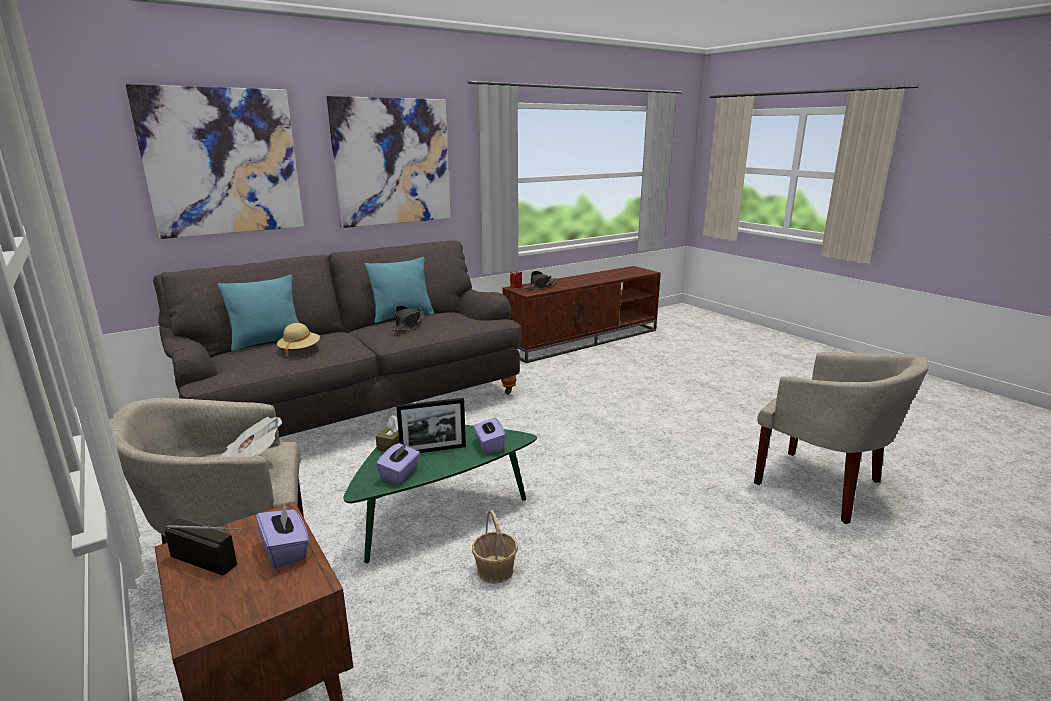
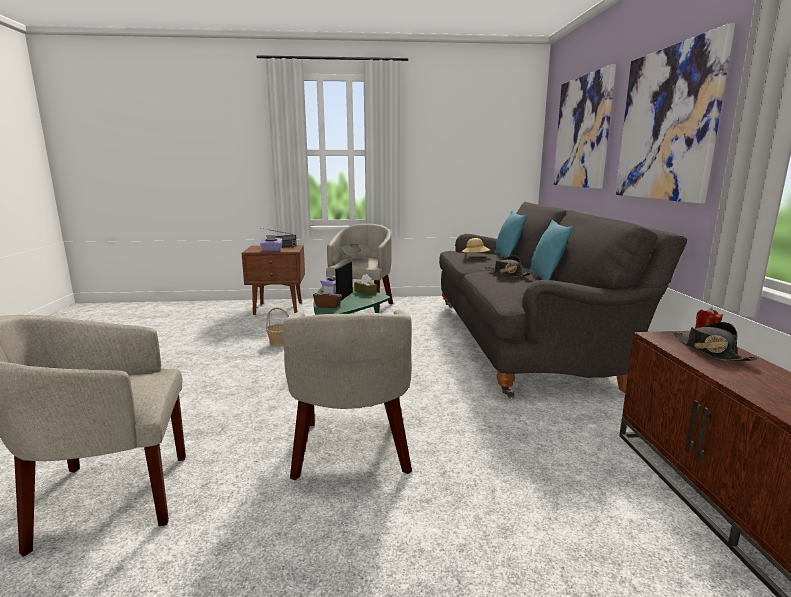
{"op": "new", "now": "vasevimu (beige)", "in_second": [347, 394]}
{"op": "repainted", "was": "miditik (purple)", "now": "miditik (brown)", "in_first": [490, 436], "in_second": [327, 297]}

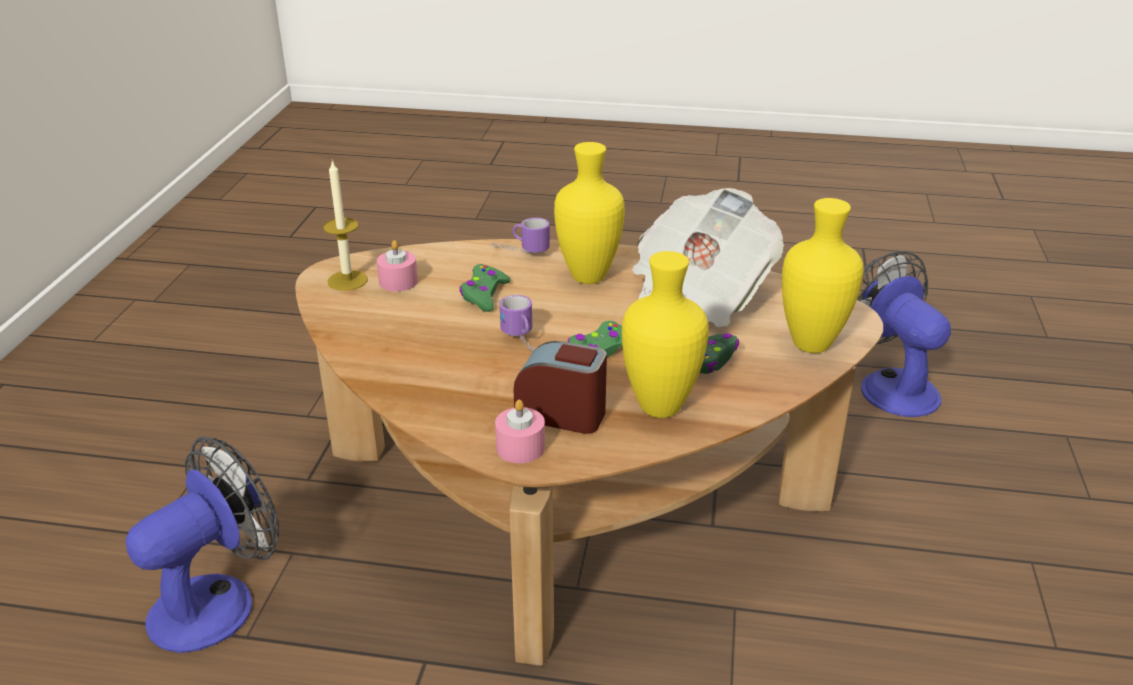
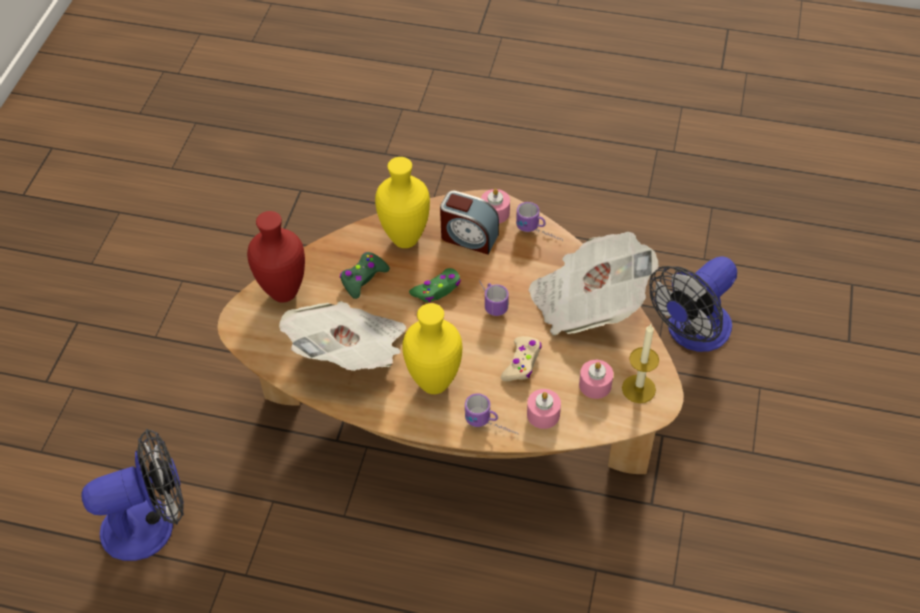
{"op": "new", "now": "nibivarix", "in_second": [539, 221]}
{"op": "new", "now": "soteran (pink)", "in_second": [544, 409]}
{"op": "new", "now": "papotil", "in_second": [593, 283]}
{"op": "repainted", "was": "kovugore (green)", "now": "kovugore (beige)", "in_first": [485, 288], "in_second": [521, 358]}
{"op": "repainted", "was": "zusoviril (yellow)", "now": "zusoviril (red)", "in_first": [823, 275], "in_second": [276, 256]}
{"op": "rotated", "was": "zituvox", "in_first": [904, 334], "in_second": [133, 494], "clockwise": -90}

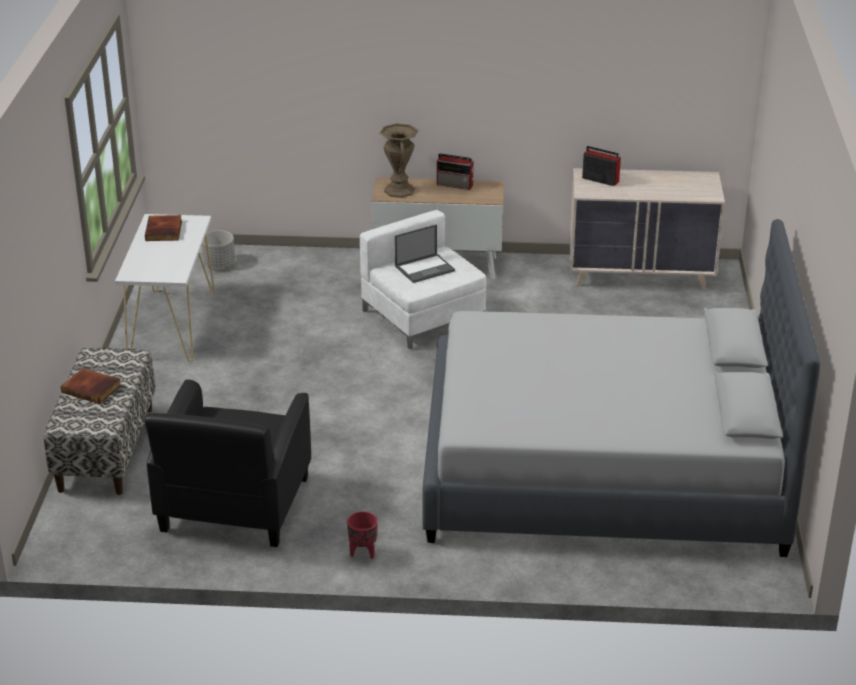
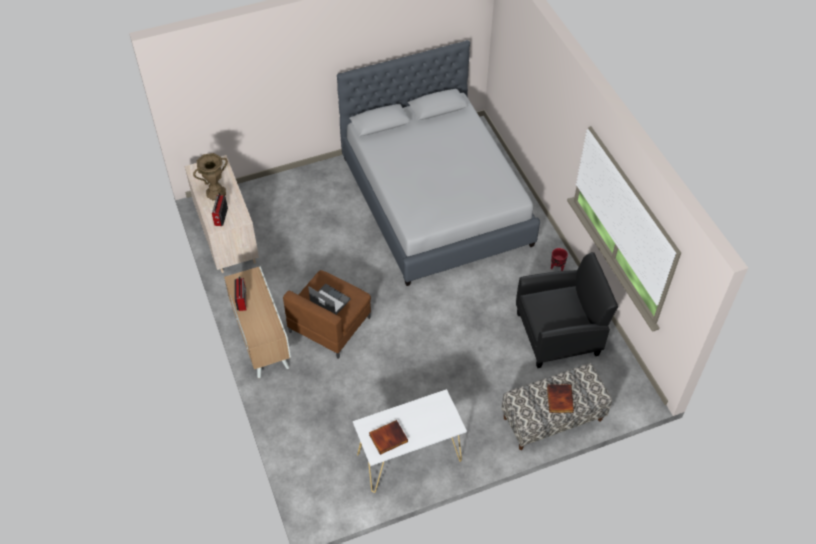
{"op": "gone", "was": "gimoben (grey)", "in_first": [218, 249]}
{"op": "shifted", "was": "zusoviril (brown)", "in_first": [399, 160], "in_second": [210, 176]}
{"op": "repainted", "was": "vasevimu (white)", "now": "vasevimu (brown)", "in_first": [423, 280], "in_second": [327, 314]}

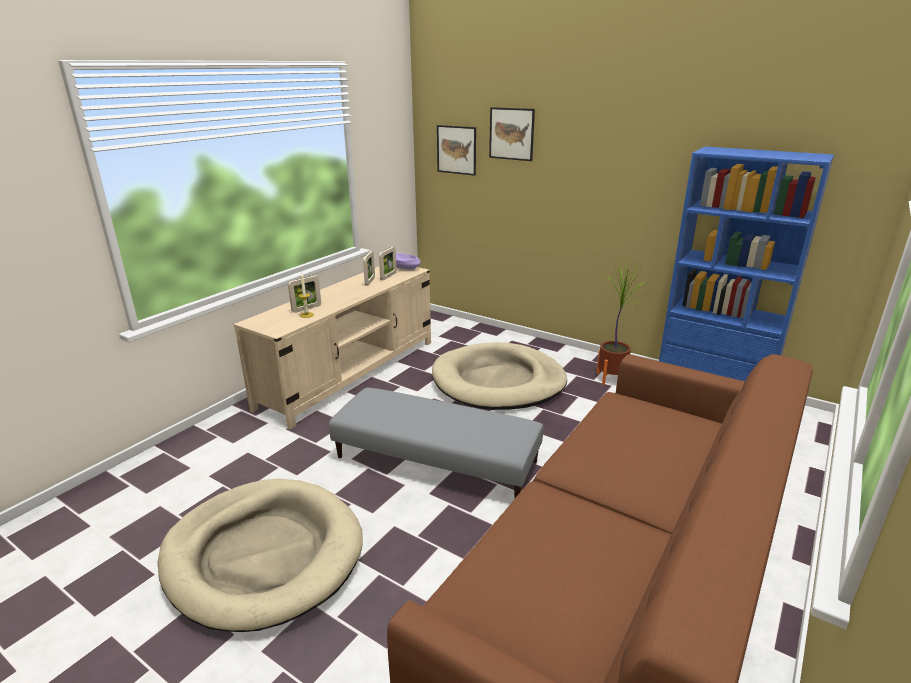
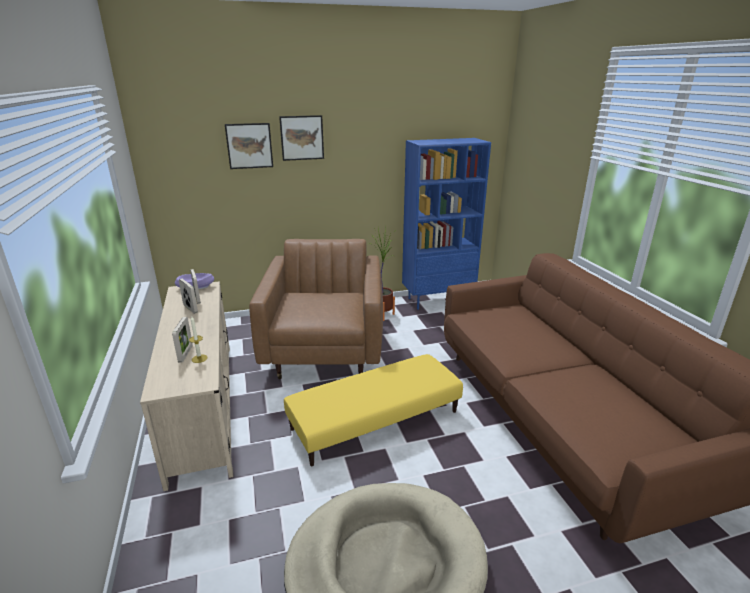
{"op": "shifted", "was": "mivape", "in_first": [456, 150], "in_second": [301, 138]}
{"op": "swapped", "was": "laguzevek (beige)", "now": "vasevimu (brown)", "in_first": [499, 376], "in_second": [316, 309]}
{"op": "repainted", "was": "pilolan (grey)", "now": "pilolan (yellow)", "in_first": [436, 443], "in_second": [373, 410]}

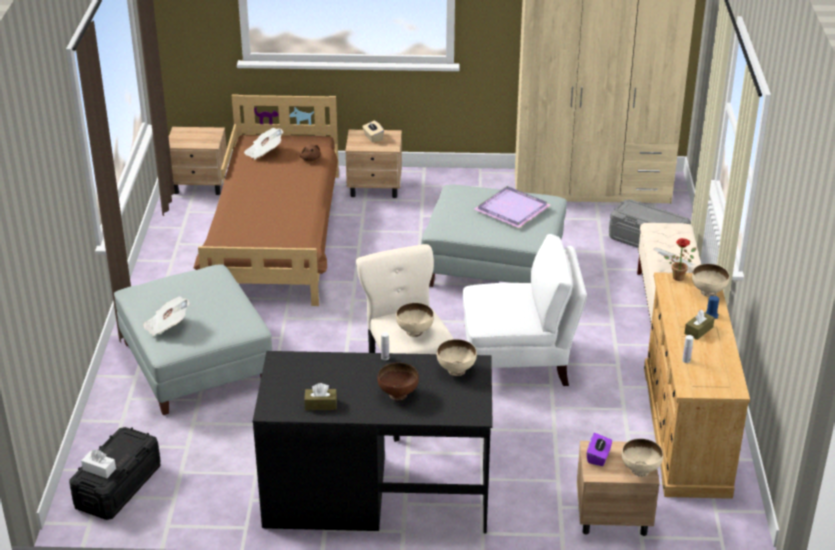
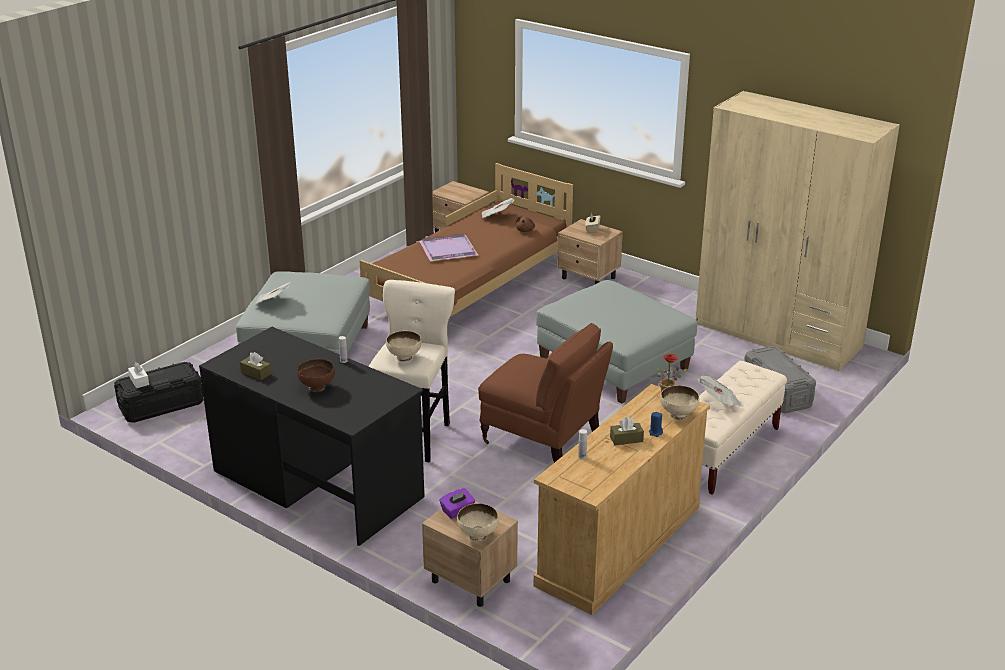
{"op": "gone", "was": "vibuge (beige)", "in_first": [457, 357]}
{"op": "shifted", "was": "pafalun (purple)", "in_first": [512, 207], "in_second": [448, 248]}
{"op": "repainted", "was": "vasevimu (white)", "now": "vasevimu (brown)", "in_first": [525, 310], "in_second": [545, 393]}

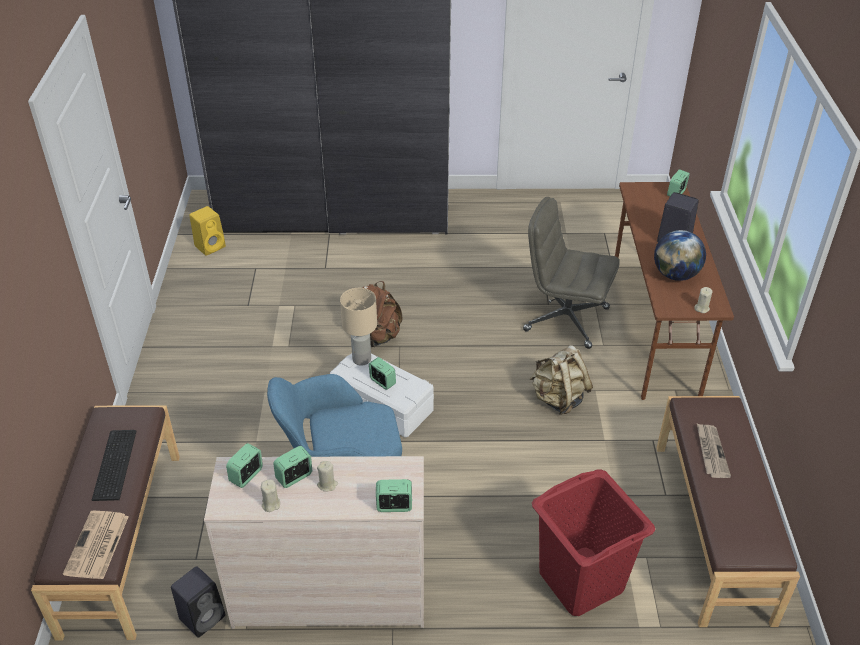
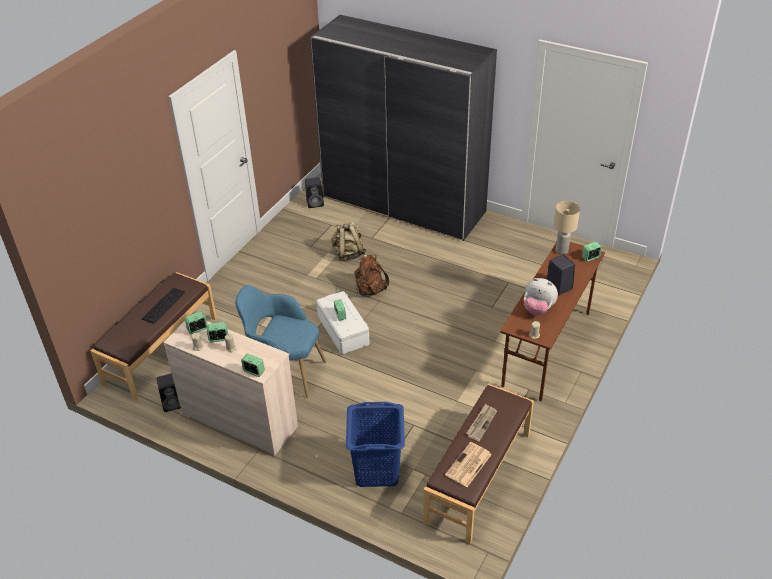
{"op": "gone", "was": "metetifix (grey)", "in_first": [571, 273]}
{"op": "shifted", "was": "papotil", "in_first": [96, 545], "in_second": [468, 464]}
{"op": "shifted", "was": "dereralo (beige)", "in_first": [358, 327], "in_second": [567, 228]}
{"op": "shifted", "was": "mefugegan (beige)", "in_first": [561, 380], "in_second": [348, 241]}
{"op": "swapped", "was": "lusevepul", "now": "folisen", "in_first": [680, 255], "in_second": [541, 296]}
{"op": "repainted", "was": "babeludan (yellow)", "now": "babeludan (black)", "in_first": [207, 231], "in_second": [314, 192]}
{"op": "repainted", "was": "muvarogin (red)", "now": "muvarogin (blue)", "in_first": [593, 542], "in_second": [375, 444]}

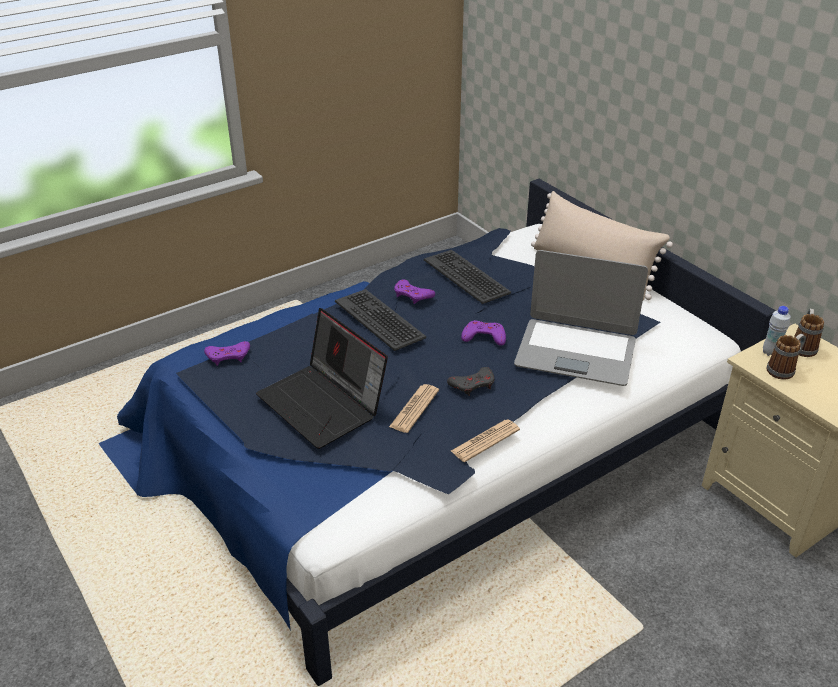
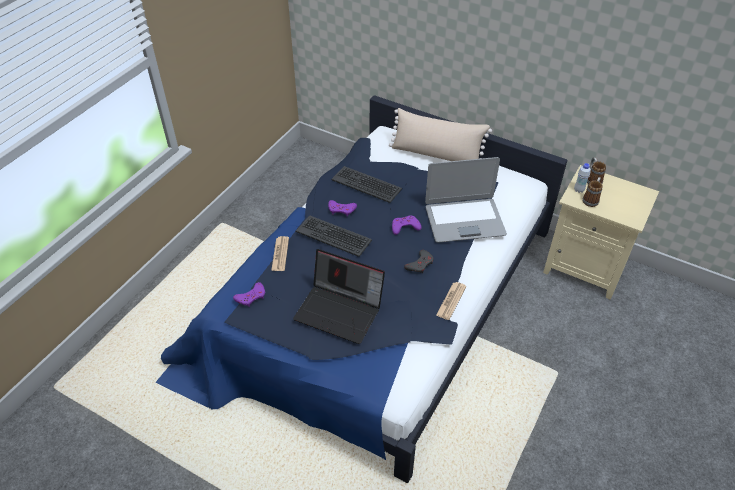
{"op": "shifted", "was": "papotil", "in_first": [414, 408], "in_second": [280, 253]}

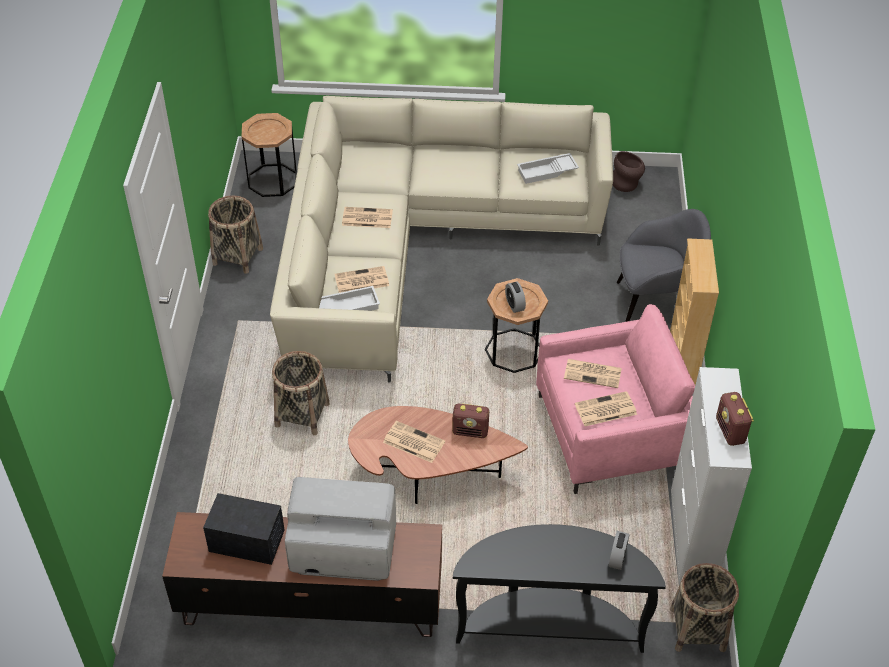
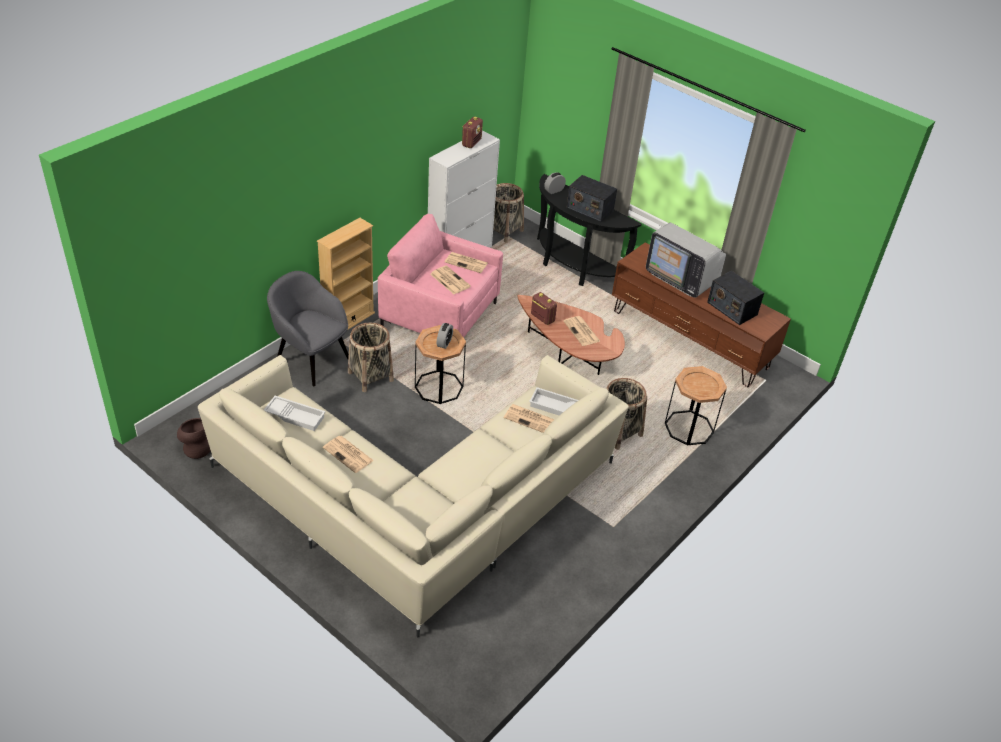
{"op": "new", "now": "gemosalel", "in_second": [591, 199]}
{"op": "shifted", "was": "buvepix", "in_first": [235, 235], "in_second": [371, 357]}
{"op": "shifted", "was": "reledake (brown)", "in_first": [269, 155], "in_second": [696, 405]}
{"op": "shifted", "was": "papotil", "in_first": [367, 217], "in_second": [348, 454]}

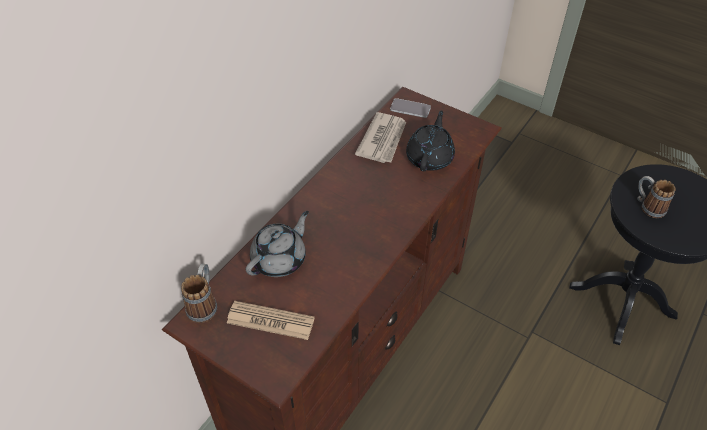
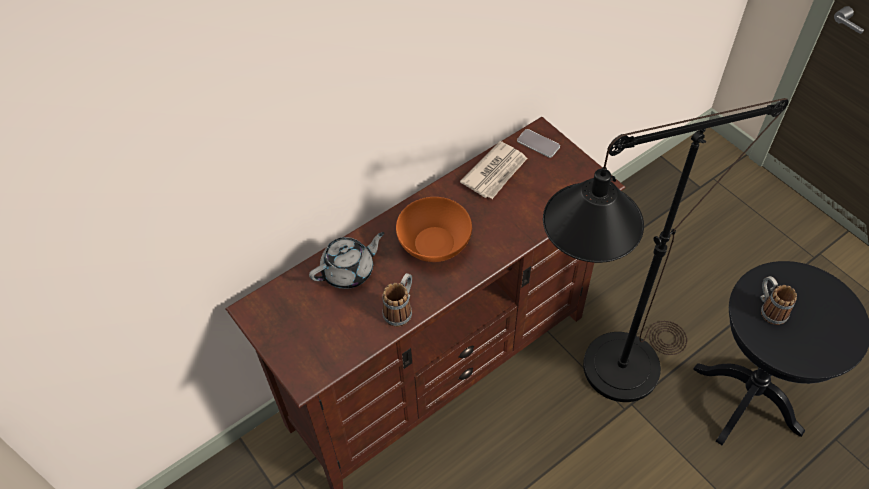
{"op": "gone", "was": "papotil", "in_first": [271, 320]}
{"op": "gone", "was": "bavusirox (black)", "in_first": [430, 140]}
{"op": "new", "now": "vibuge (orange)", "in_second": [434, 229]}
{"op": "new", "now": "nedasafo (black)", "in_second": [666, 250]}
{"op": "shifted", "was": "nibivarix", "in_first": [199, 293], "in_second": [397, 300]}

